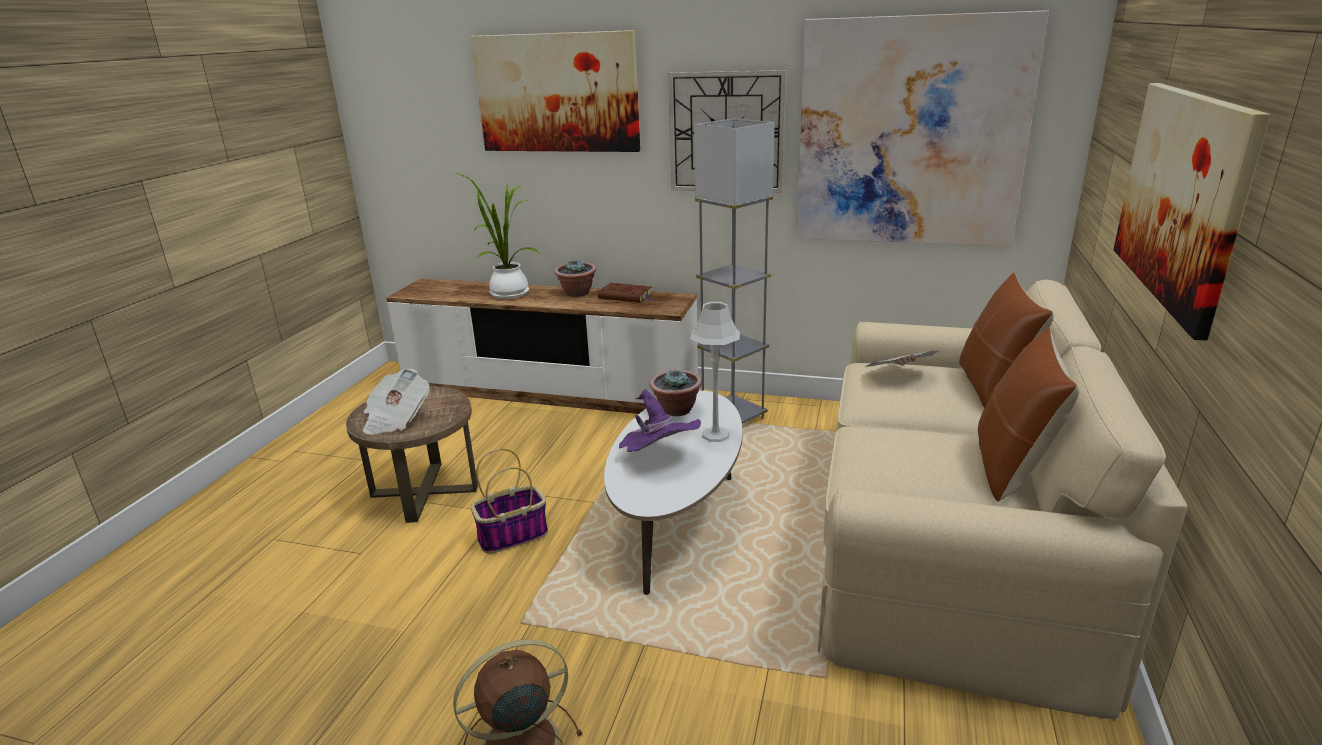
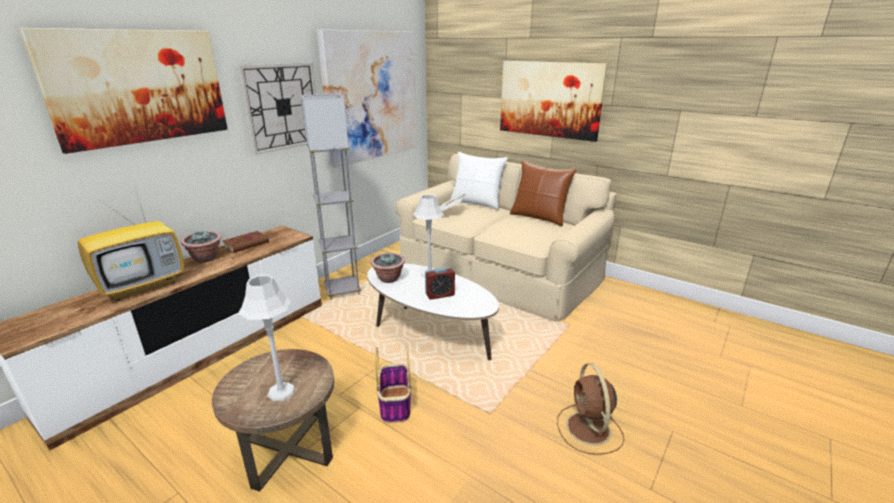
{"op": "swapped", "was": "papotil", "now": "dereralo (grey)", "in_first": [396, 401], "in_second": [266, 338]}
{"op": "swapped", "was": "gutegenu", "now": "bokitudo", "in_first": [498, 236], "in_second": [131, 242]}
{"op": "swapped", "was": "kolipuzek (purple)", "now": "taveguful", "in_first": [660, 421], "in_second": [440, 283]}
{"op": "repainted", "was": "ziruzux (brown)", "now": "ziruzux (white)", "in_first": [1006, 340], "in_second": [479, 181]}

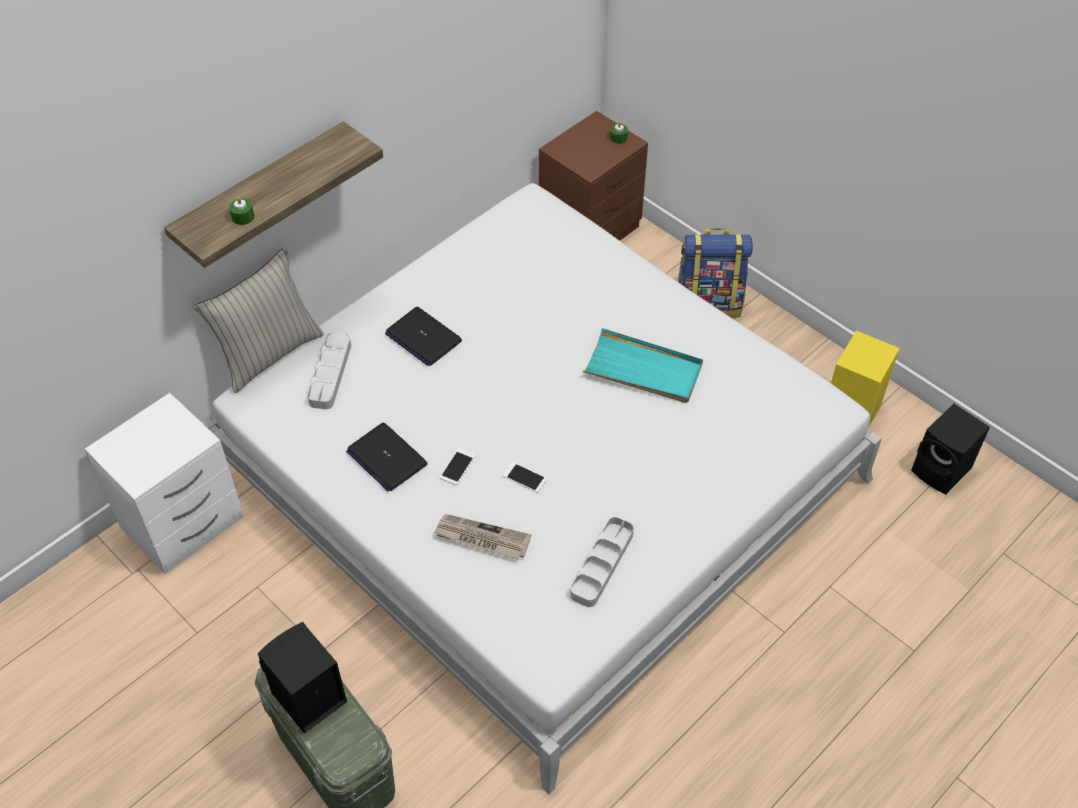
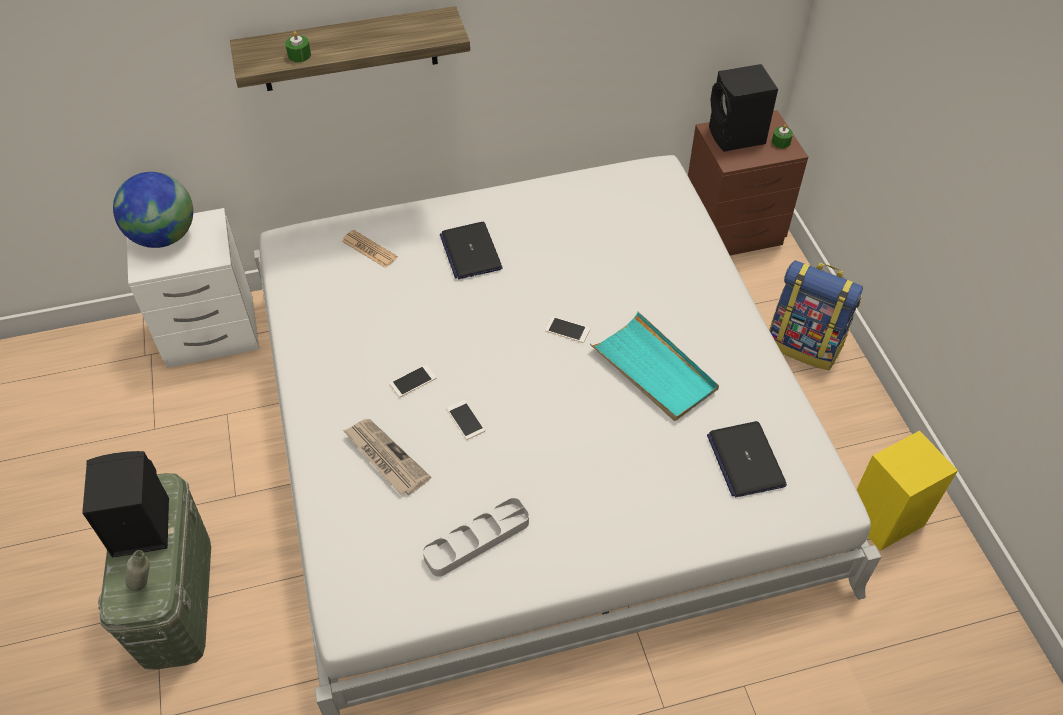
{"op": "gone", "was": "ziruzux (beige)", "in_first": [258, 320]}
{"op": "new", "now": "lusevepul", "in_second": [153, 210]}
{"op": "new", "now": "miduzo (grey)", "in_second": [137, 570]}
{"op": "new", "now": "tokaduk", "in_second": [567, 330]}
{"op": "shifted", "was": "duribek", "in_first": [387, 457], "in_second": [747, 459]}
{"op": "shifted", "was": "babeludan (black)", "in_first": [950, 448], "in_second": [743, 108]}
{"op": "swapped", "was": "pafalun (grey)", "now": "papotil", "in_first": [329, 370], "in_second": [370, 249]}

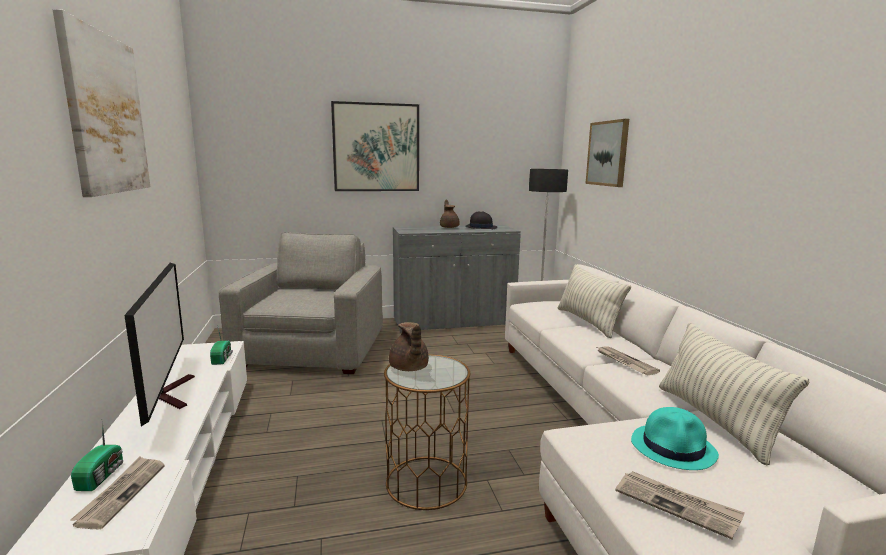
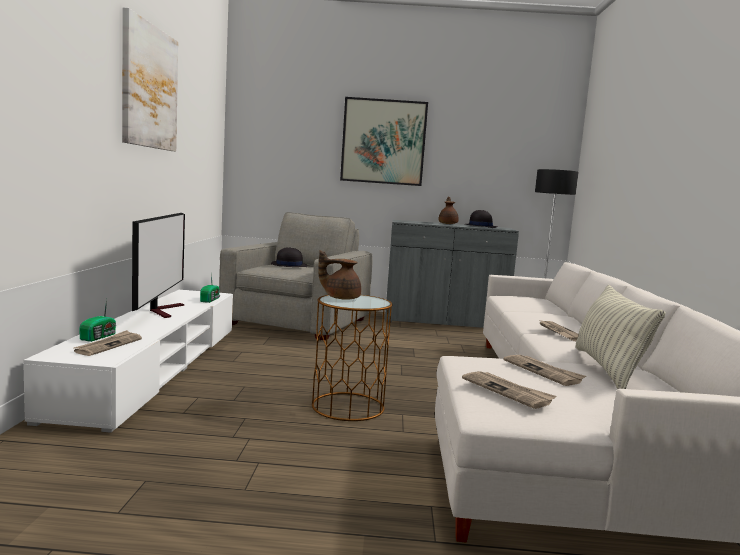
{"op": "gone", "was": "ziruzux", "in_first": [594, 301]}
{"op": "gone", "was": "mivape", "in_first": [607, 153]}
{"op": "new", "now": "kolipuzek (black)", "in_second": [289, 257]}
{"op": "swapped", "was": "kolipuzek (turquoise)", "now": "papotil", "in_first": [675, 438], "in_second": [544, 370]}
{"op": "rotated", "was": "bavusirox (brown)", "in_first": [409, 346], "in_second": [339, 275], "clockwise": 90}

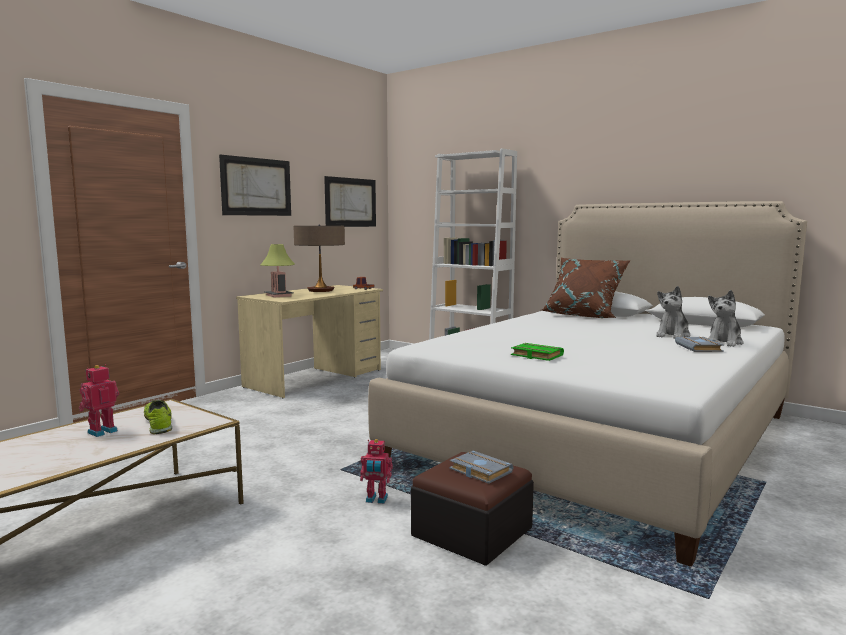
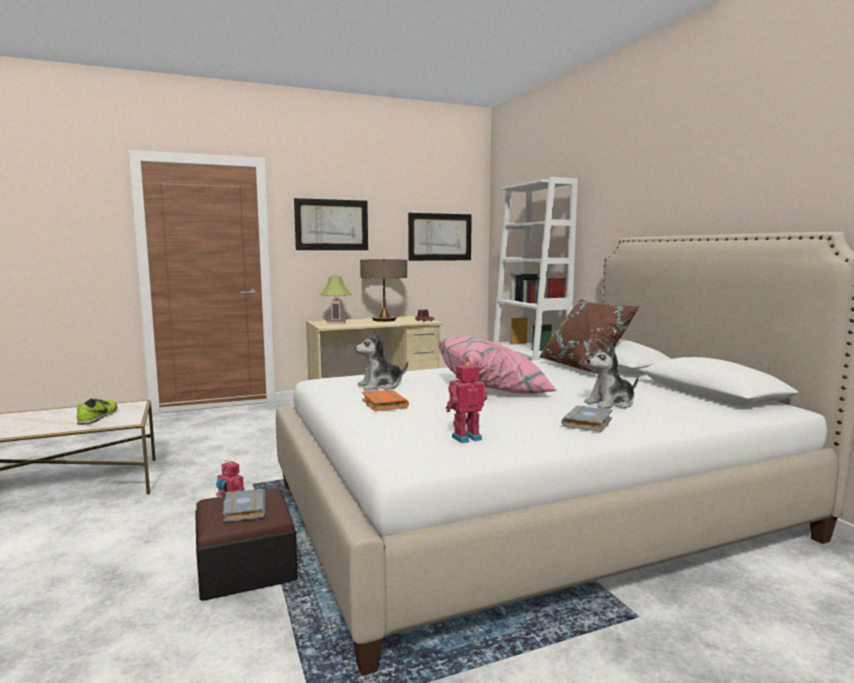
{"op": "new", "now": "ziruzux (pink)", "in_second": [497, 365]}
{"op": "shifted", "was": "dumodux", "in_first": [99, 400], "in_second": [466, 402]}
{"op": "shifted", "was": "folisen", "in_first": [726, 318], "in_second": [381, 360]}
{"op": "repainted", "was": "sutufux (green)", "now": "sutufux (orange)", "in_first": [537, 352], "in_second": [385, 400]}

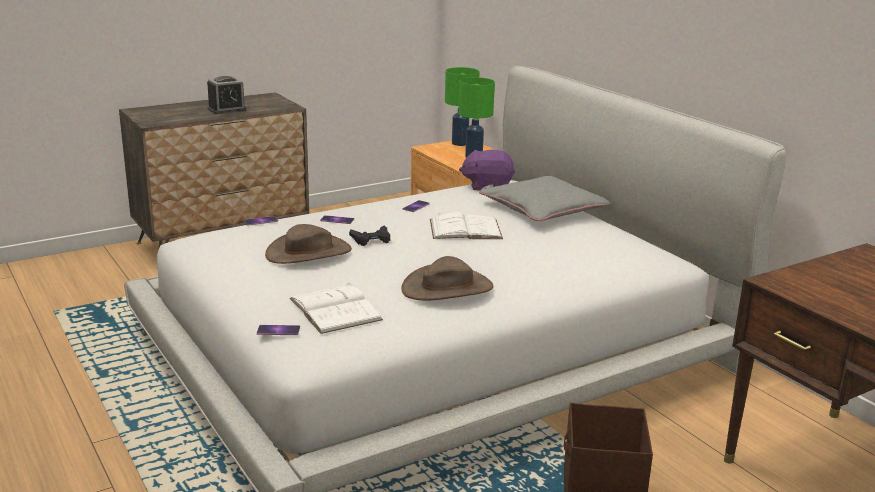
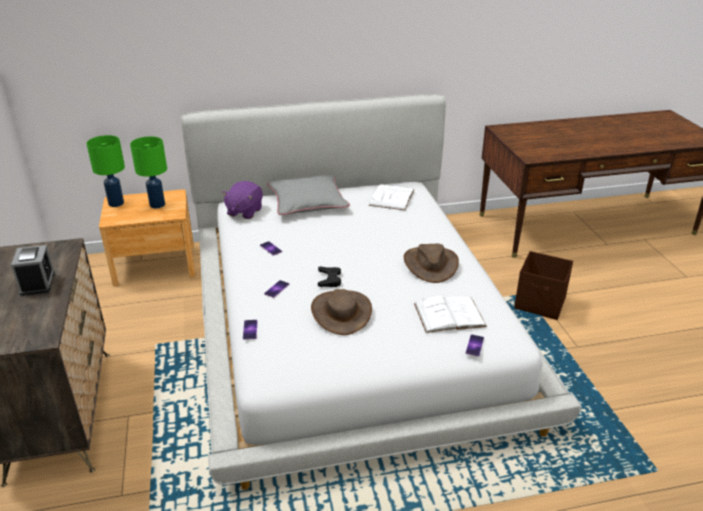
{"op": "shifted", "was": "sutufux (white)", "in_first": [466, 225], "in_second": [392, 197]}

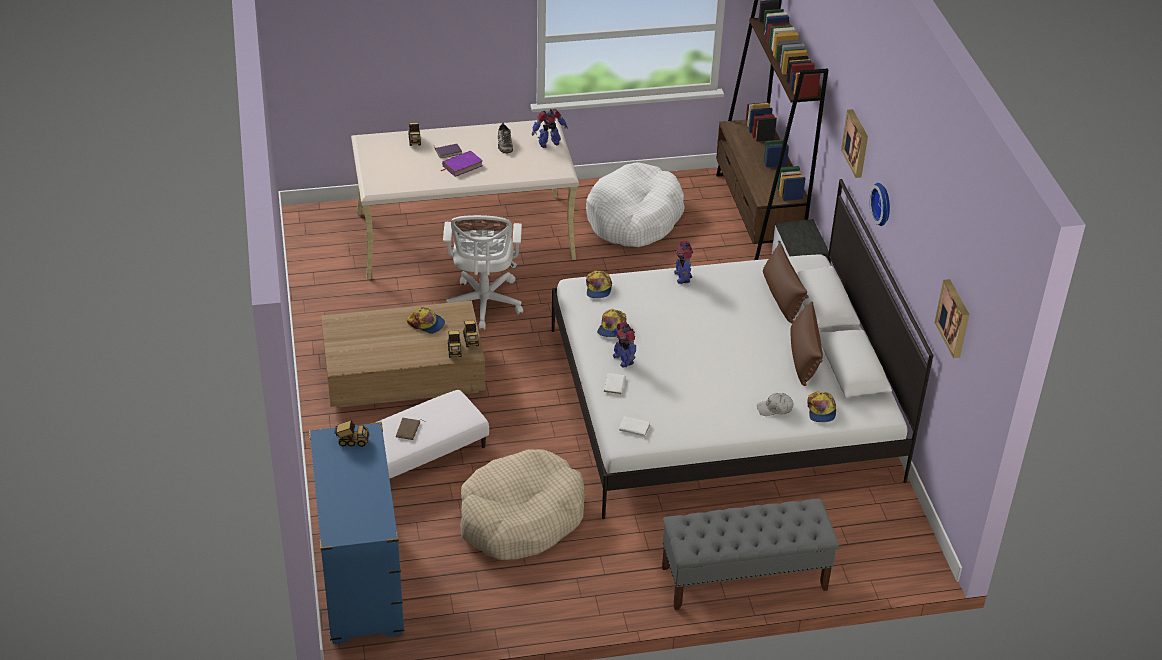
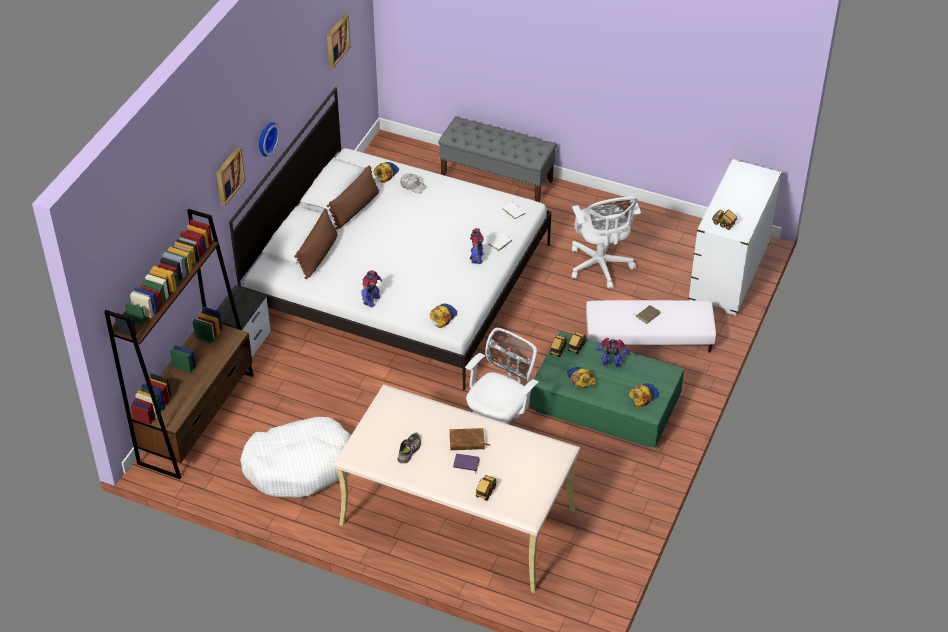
{"op": "shifted", "was": "dumodux", "in_first": [550, 128], "in_second": [612, 353]}
{"op": "shifted", "was": "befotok", "in_first": [611, 323], "in_second": [644, 395]}
{"op": "swapped", "was": "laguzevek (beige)", "now": "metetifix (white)", "in_first": [522, 504], "in_second": [606, 242]}
{"op": "repainted", "was": "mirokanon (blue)", "now": "mirokanon (white)", "in_first": [356, 533], "in_second": [735, 237]}
{"op": "repainted", "was": "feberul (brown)", "now": "feberul (green)", "in_first": [403, 354], "in_second": [606, 389]}
{"op": "repainted", "was": "sutufux (purple)", "now": "sutufux (brown)", "in_first": [461, 164], "in_second": [470, 439]}

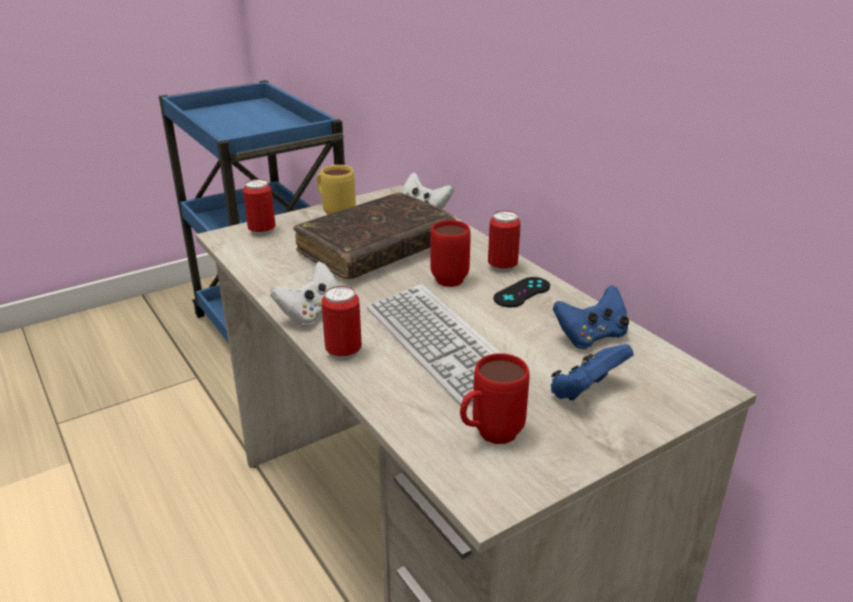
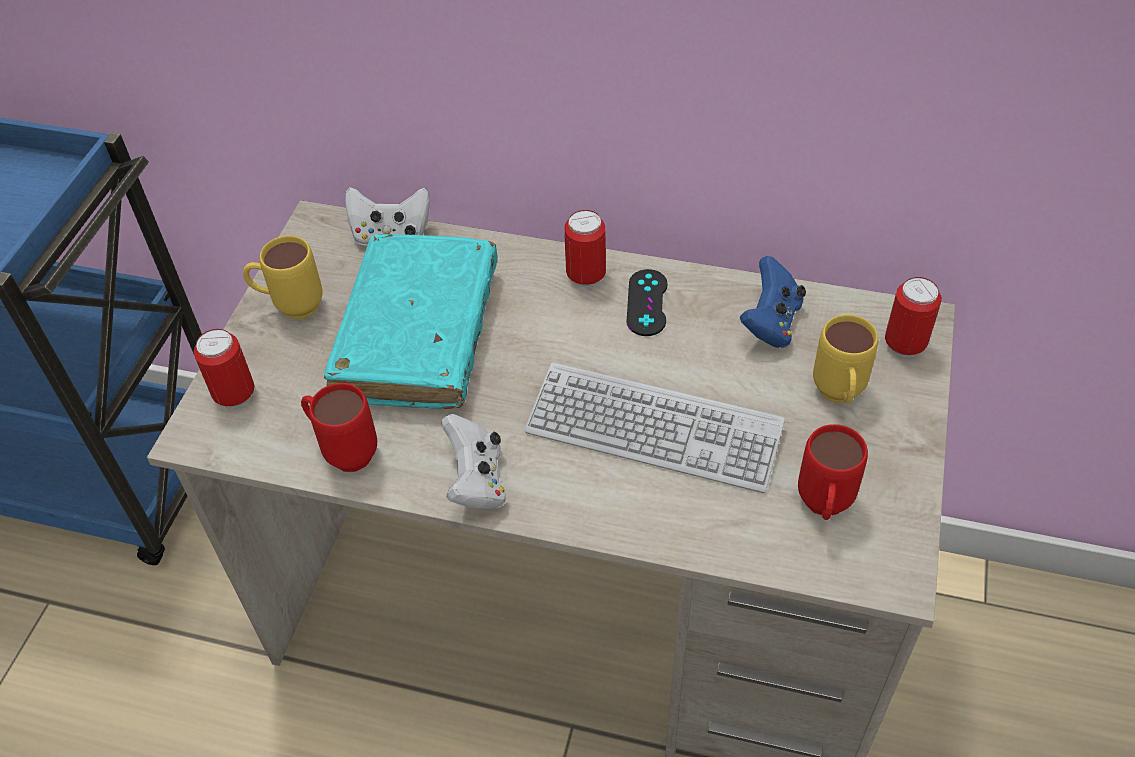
{"op": "shifted", "was": "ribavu", "in_first": [341, 323], "in_second": [913, 317]}
{"op": "shifted", "was": "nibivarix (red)", "in_first": [450, 253], "in_second": [339, 427]}
{"op": "swapped", "was": "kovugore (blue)", "now": "nibivarix (yellow)", "in_first": [592, 372], "in_second": [845, 359]}
{"op": "repainted", "was": "sutufux (brown)", "now": "sutufux (turquoise)", "in_first": [374, 235], "in_second": [410, 321]}

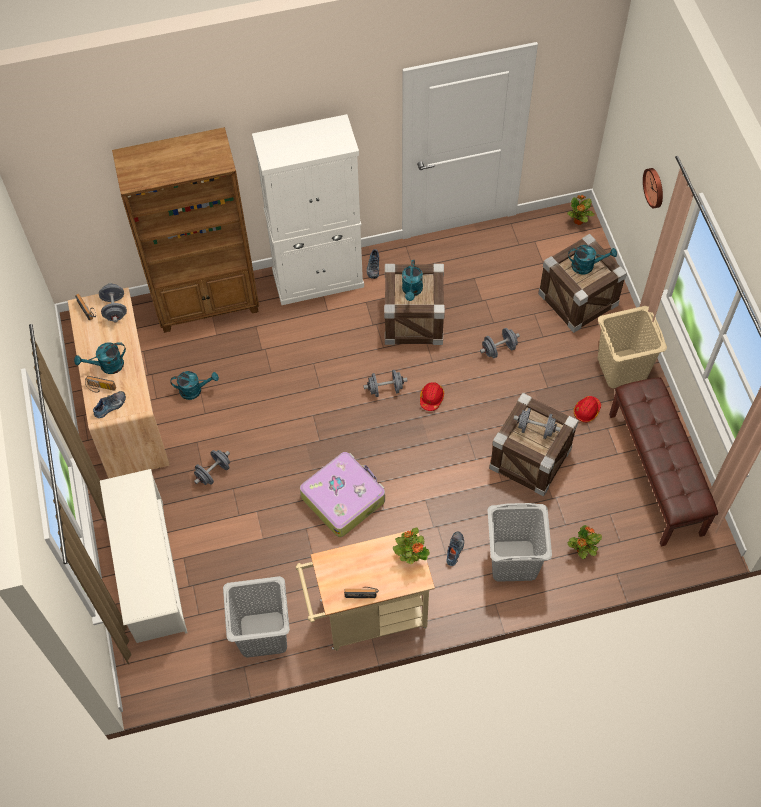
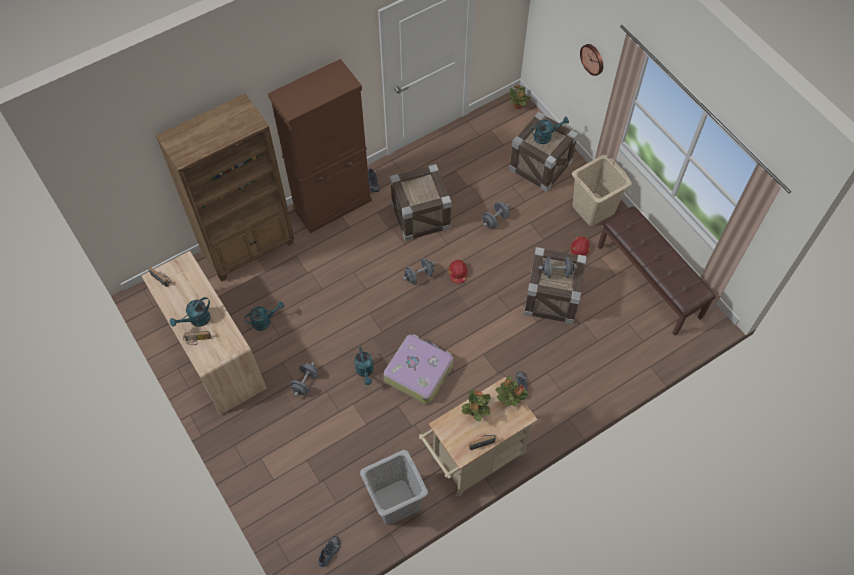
{"op": "gone", "was": "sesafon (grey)", "in_first": [113, 303]}
{"op": "gone", "was": "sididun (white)", "in_first": [143, 556]}
{"op": "gone", "was": "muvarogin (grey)", "in_first": [519, 542]}
{"op": "shifted", "was": "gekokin", "in_first": [109, 404], "in_second": [329, 551]}
{"op": "shifted", "was": "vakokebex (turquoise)", "in_first": [412, 280], "in_second": [364, 366]}
{"op": "shifted", "was": "gutegenu", "in_first": [585, 542], "in_second": [476, 406]}
{"op": "repainted", "was": "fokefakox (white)", "now": "fokefakox (brown)", "in_first": [308, 209], "in_second": [320, 146]}

